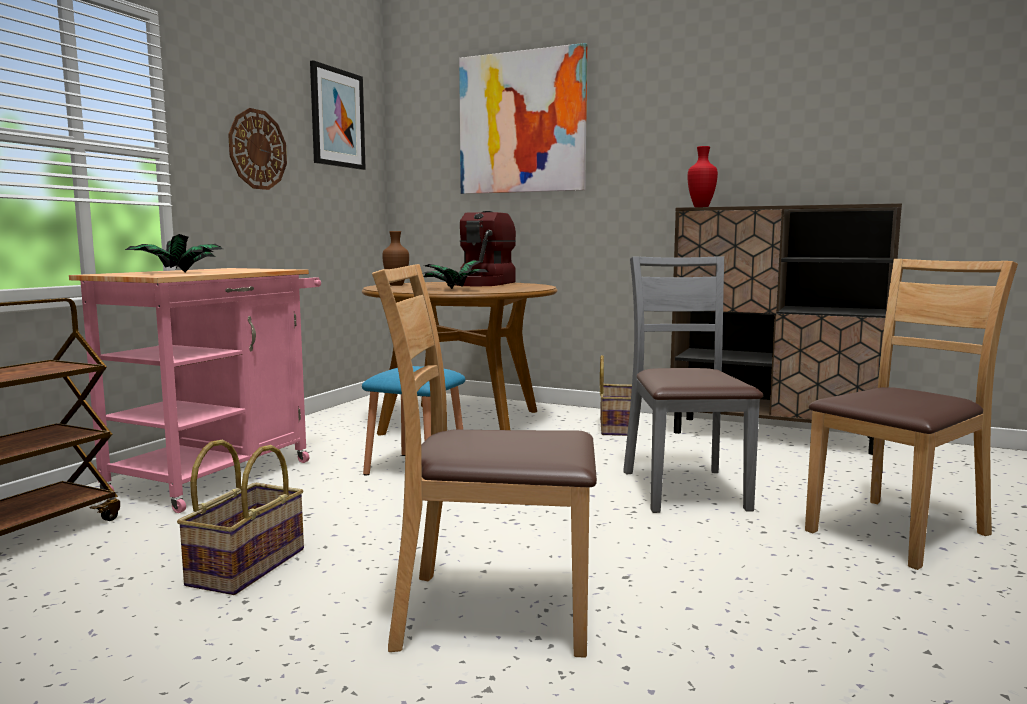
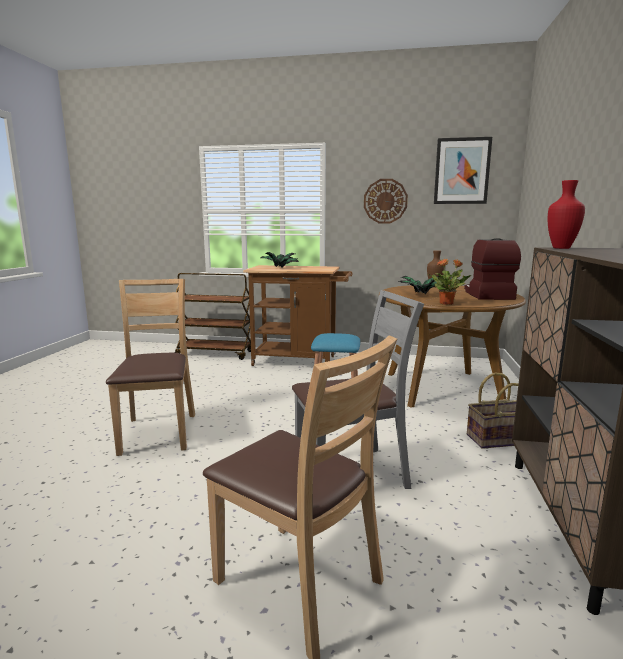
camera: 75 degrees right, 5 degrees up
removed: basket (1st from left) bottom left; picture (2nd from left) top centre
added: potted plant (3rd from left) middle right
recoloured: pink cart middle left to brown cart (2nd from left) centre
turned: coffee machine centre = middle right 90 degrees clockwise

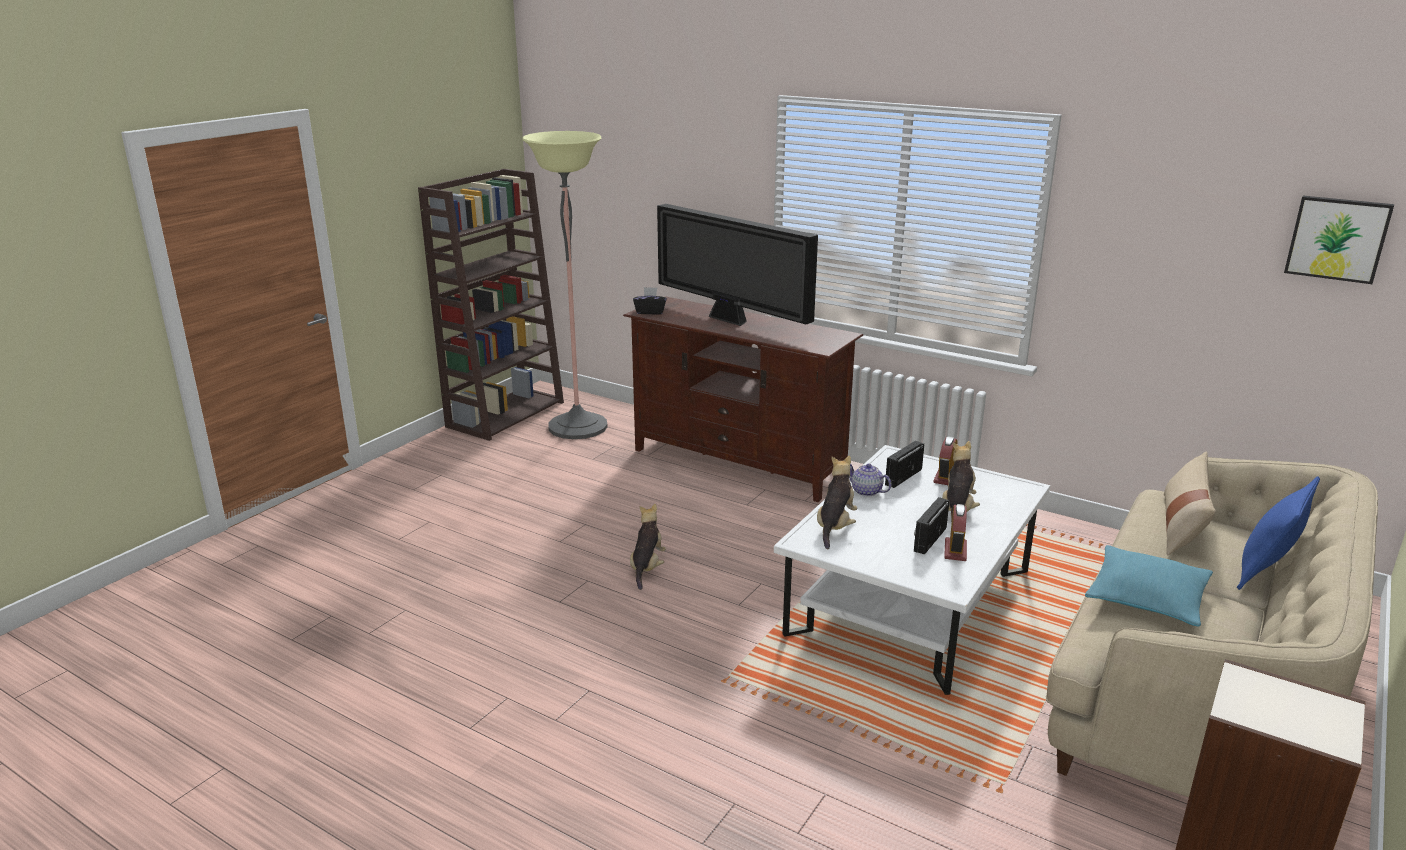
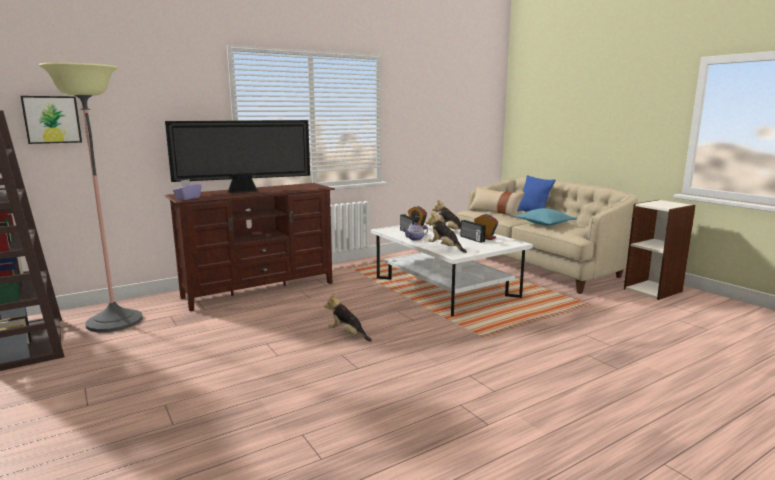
camera: 65 degrees left, 10 degrees down
moved: picture top right to top left
recoloured: black tissue box centre to purple tissue box middle left

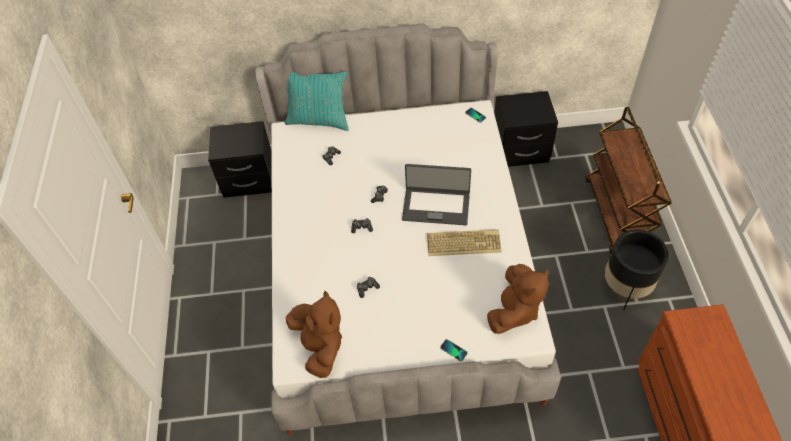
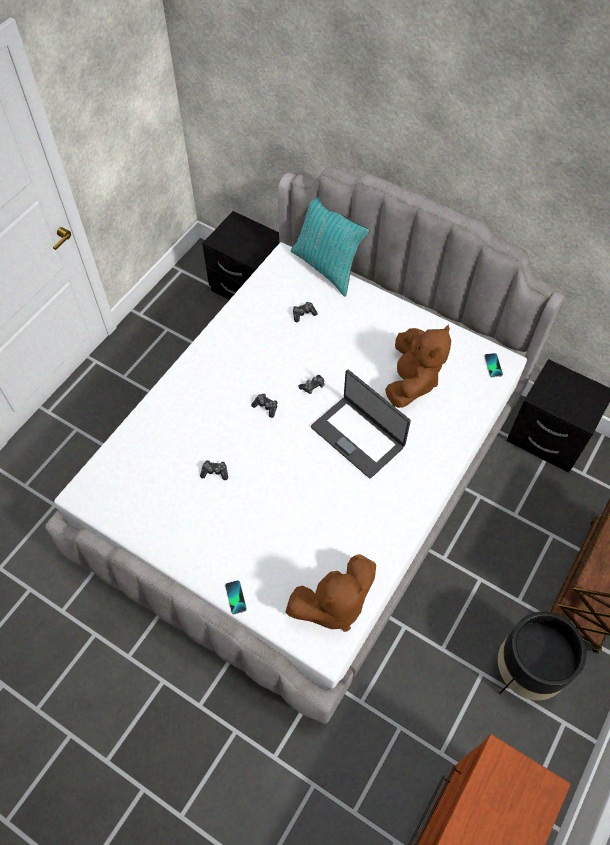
camera: 35 degrees right, 5 degrees up
removed: keyboard centre
moved: brown plush toy (1st from left in the first image) bottom centre to brown plush toy (2nd from left) middle right

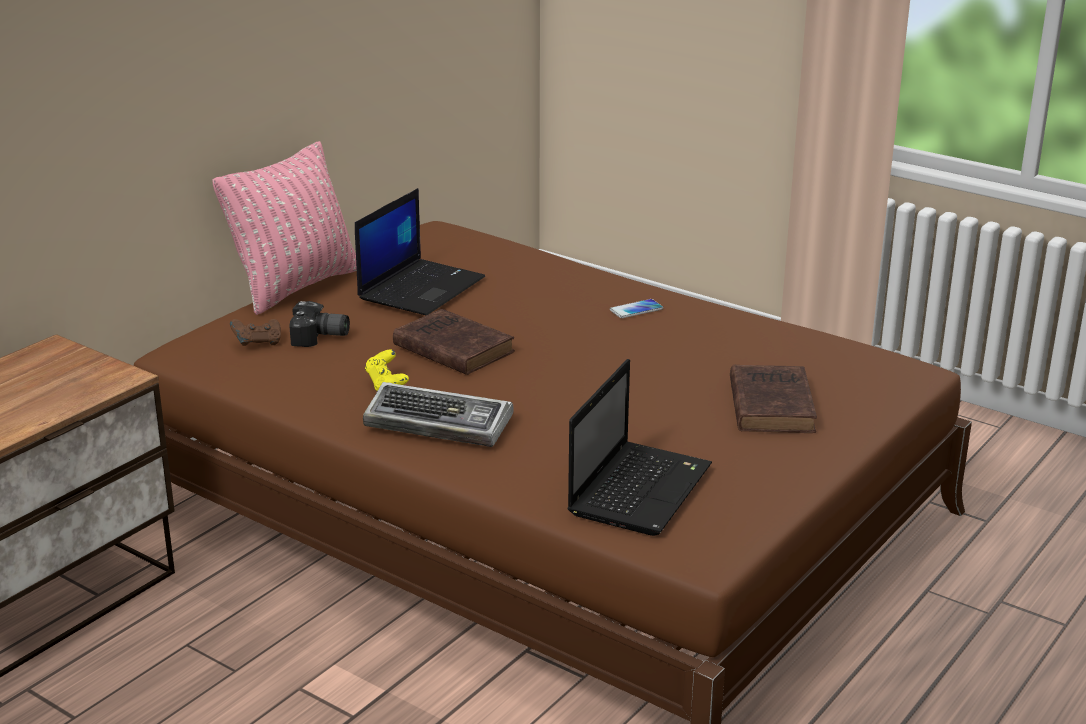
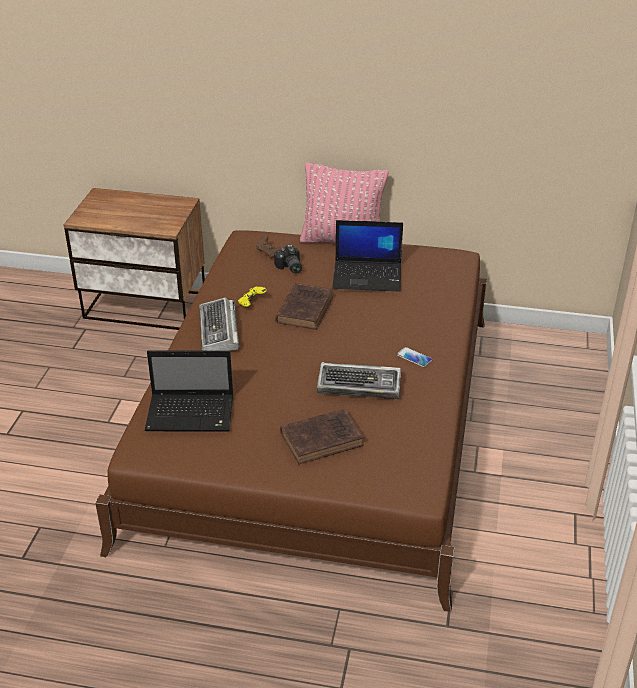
camera: 65 degrees right, 10 degrees up
added: keyboard (2nd from left) centre

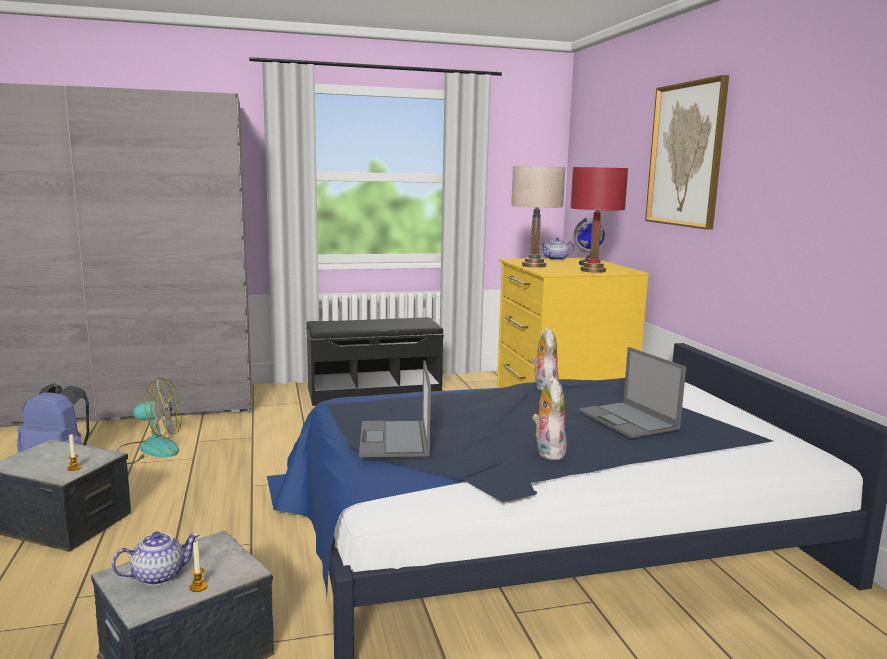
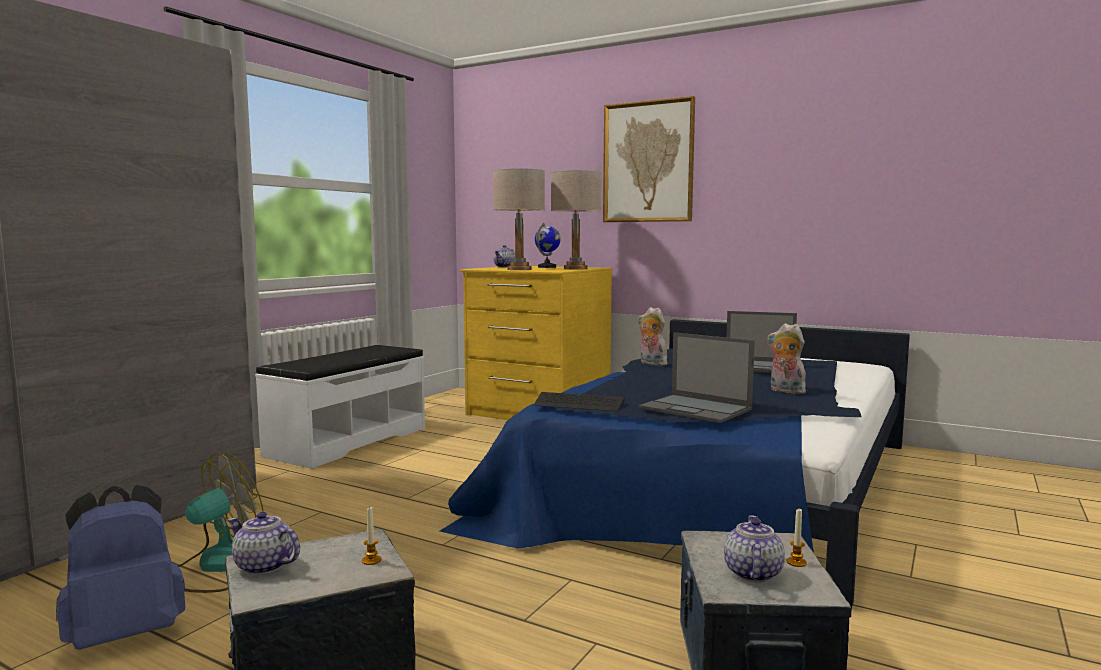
camera: 45 degrees left, 5 degrees down
added: teapot (1st from left) bottom left; keyboard centre
recoloured: black bench centre to white bench middle left; red table lamp middle right to beige table lamp (2nd from left) top centre

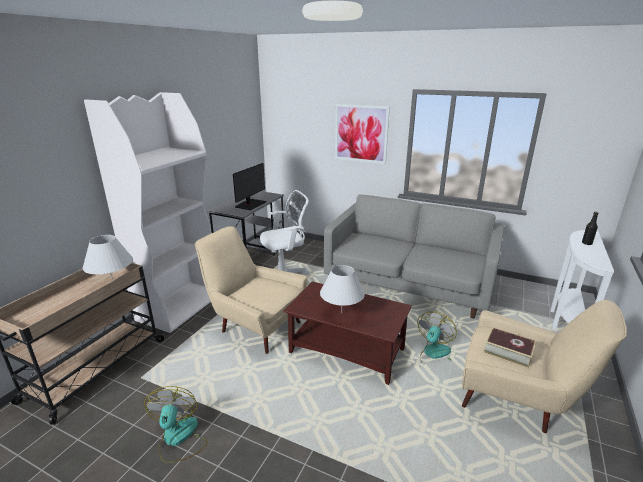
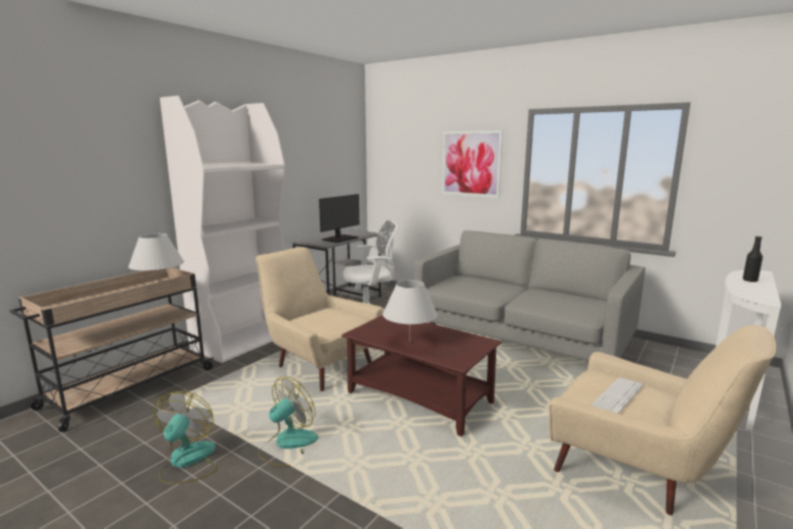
camera: 10 degrees right, 10 degrees down
moved: fan (2nd from left) bottom right to bottom centre
replaced: book bottom right to keyboard bottom right

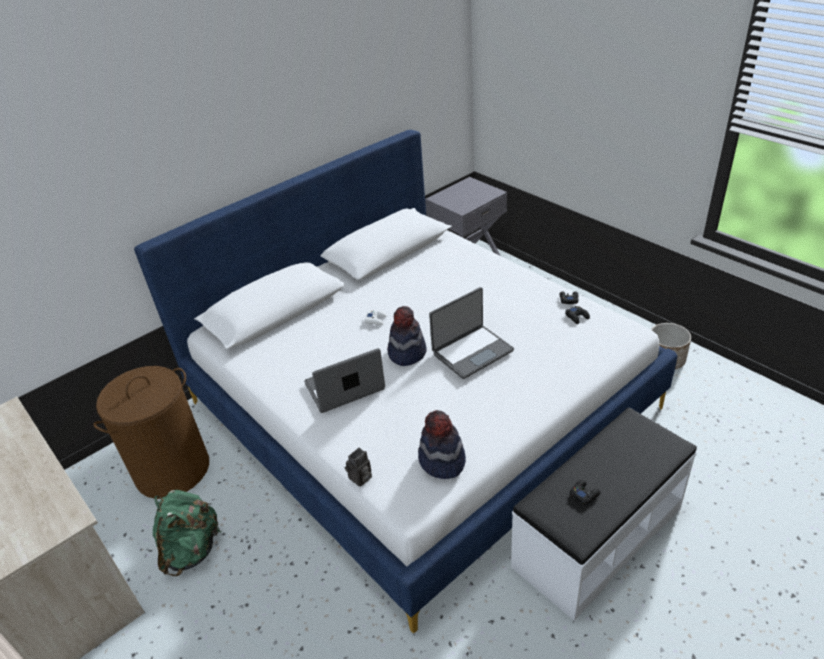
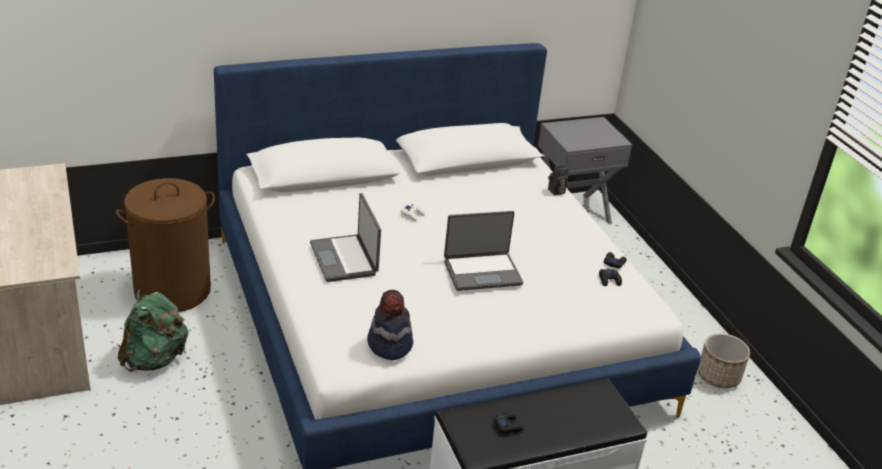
camera: 15 degrees right, 5 degrees down
removed: hat (1st from left) centre
moved: photo camera bottom centre to centre
turned: laptop (1st from left) centre = centre 105 degrees counterclockwise

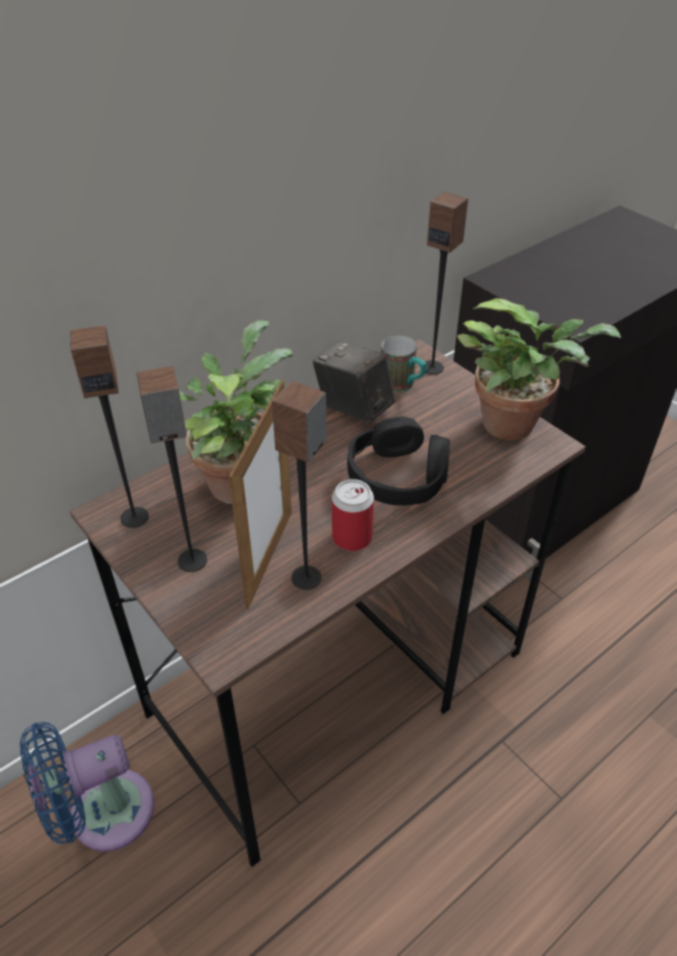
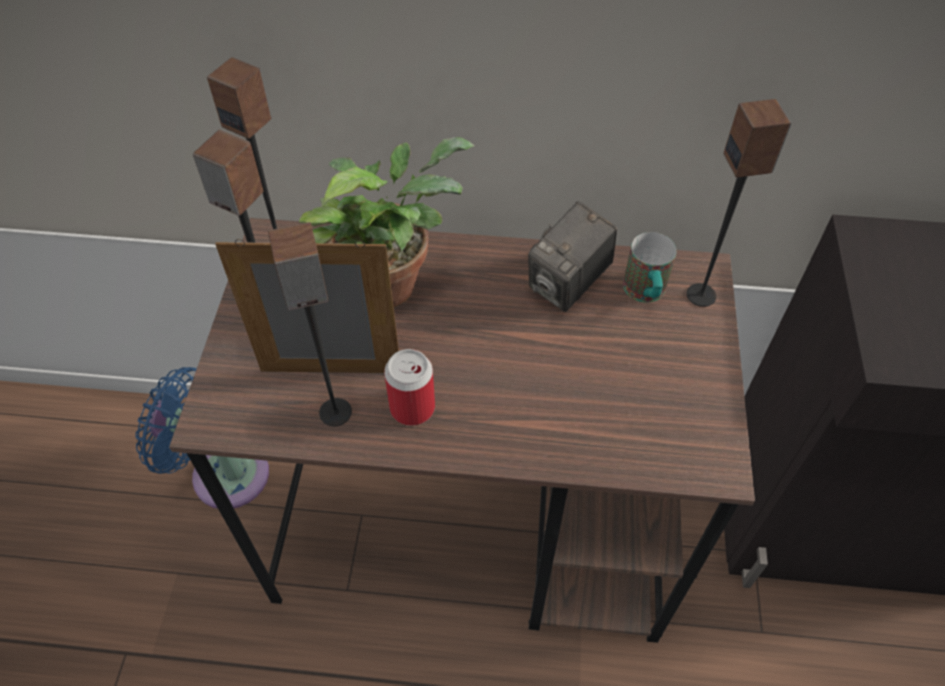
camera: 45 degrees right, 10 degrees up
removed: black headphones centre; potted plant (2nd from left) middle right
turned: picture frame centre = middle left 150 degrees counterclockwise; photo camera centre = centre 135 degrees counterclockwise

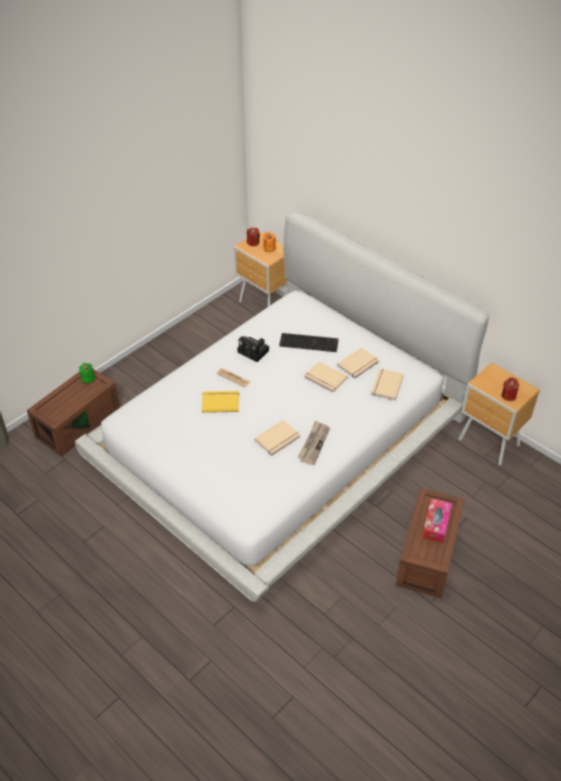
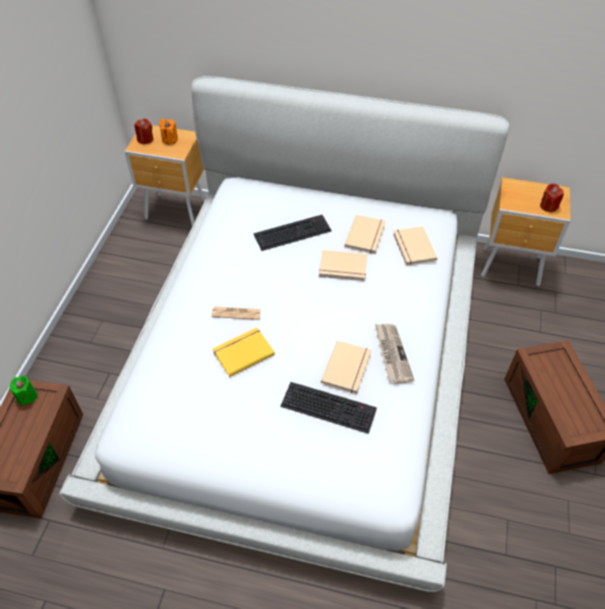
camera: 30 degrees left, 5 degrees up
removed: photo camera centre; tissue box middle right
added: keyboard (2nd from left) bottom centre

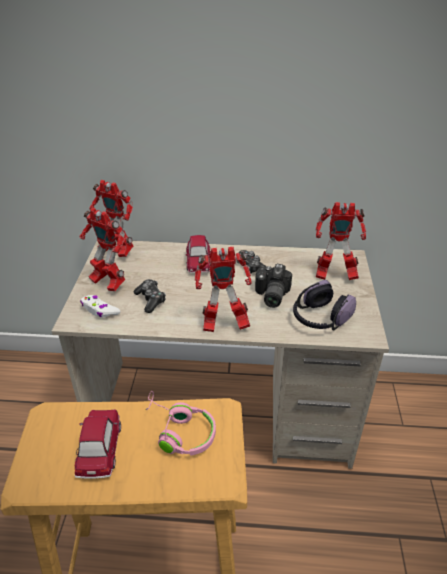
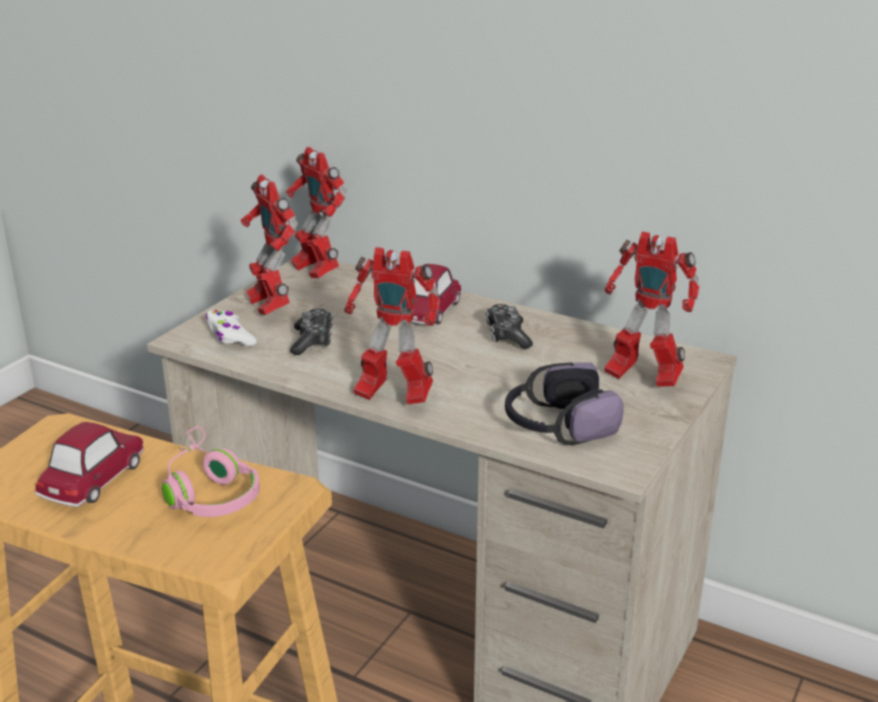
camera: 25 degrees right, 10 degrees down
removed: photo camera centre

